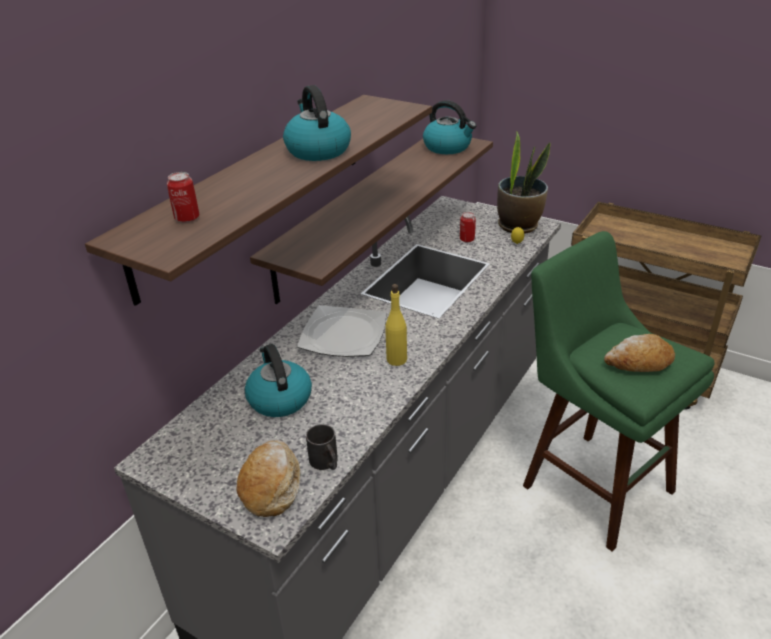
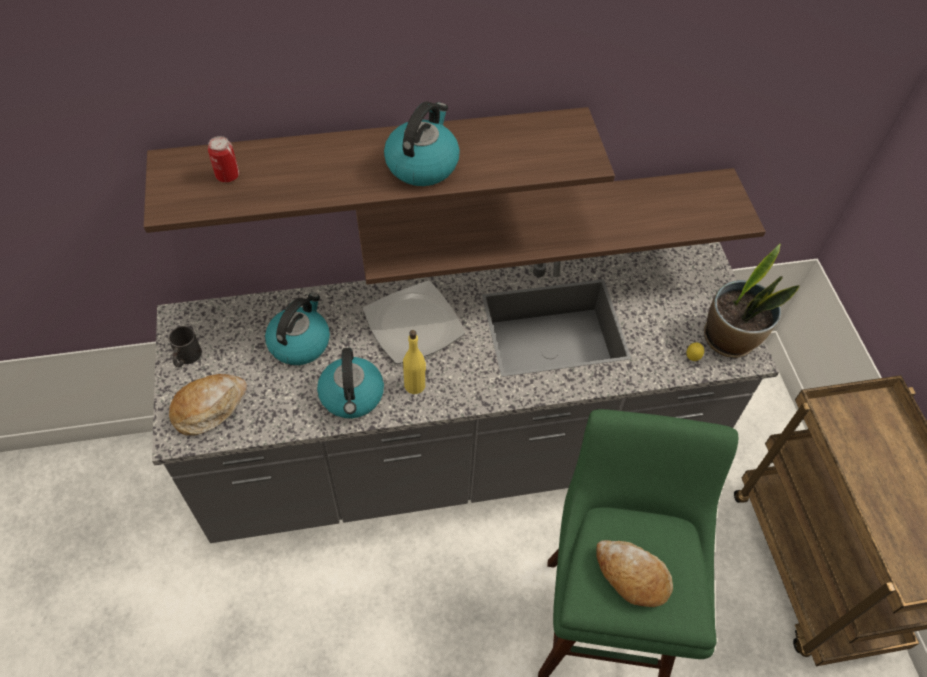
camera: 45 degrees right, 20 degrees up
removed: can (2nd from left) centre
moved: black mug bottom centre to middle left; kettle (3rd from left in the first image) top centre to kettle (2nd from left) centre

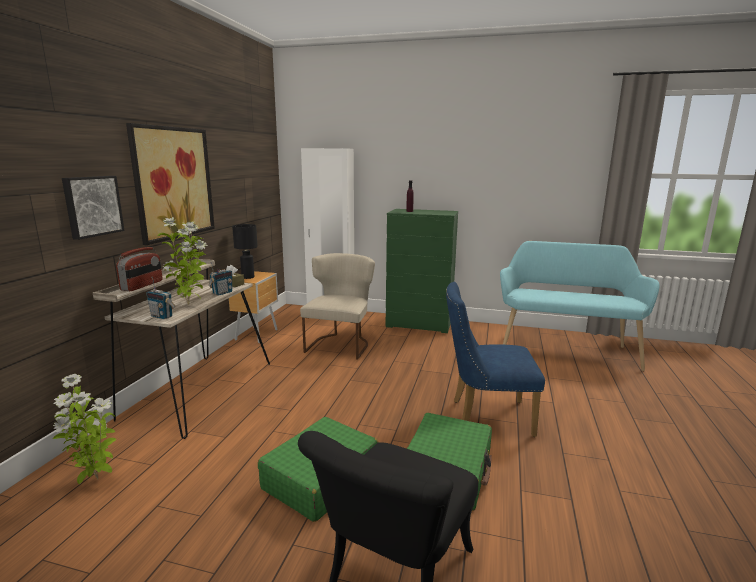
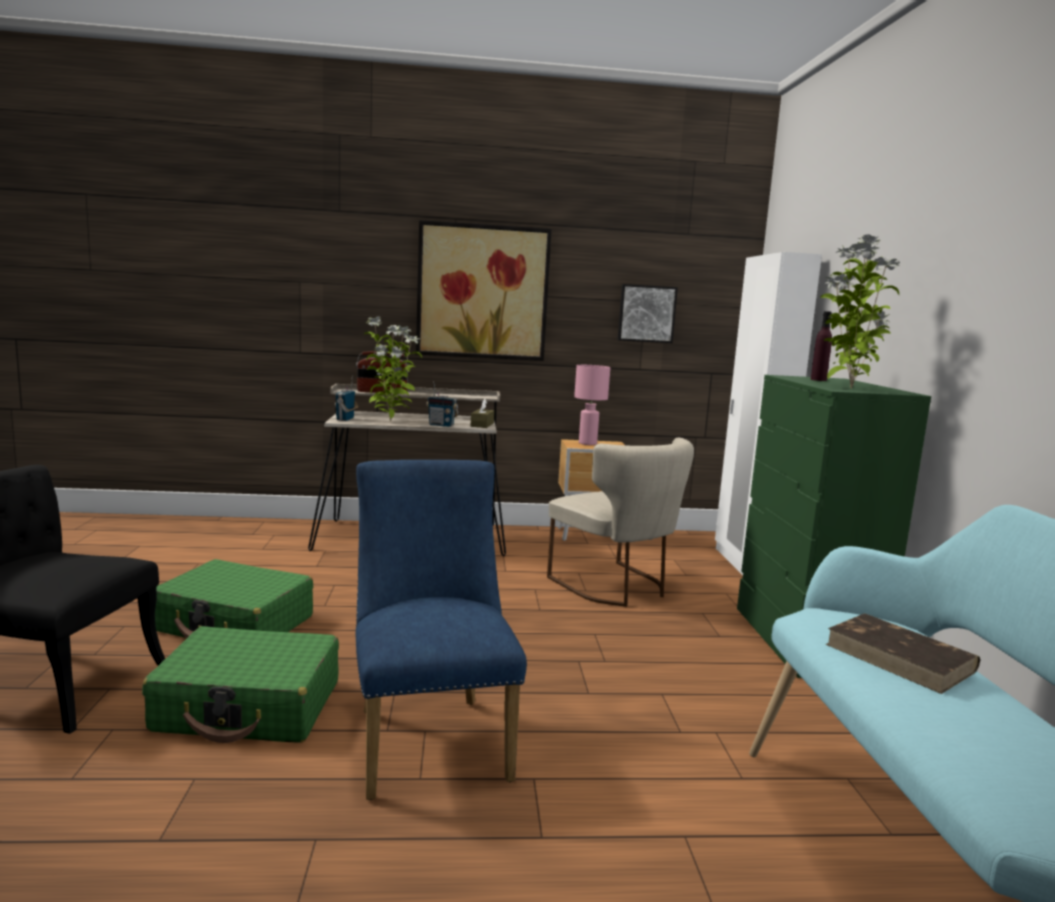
camera: 70 degrees right, 5 degrees down
added: brown book bottom right
moved: potted plant (1st from left in the first image) bottom left to potted plant (2nd from left) middle right; picture (1st from left in the first image) middle left to picture (2nd from left) centre
recoloured: black table lamp middle left to pink table lamp centre
turned: beige chair centre = centre 60 degrees clockwise

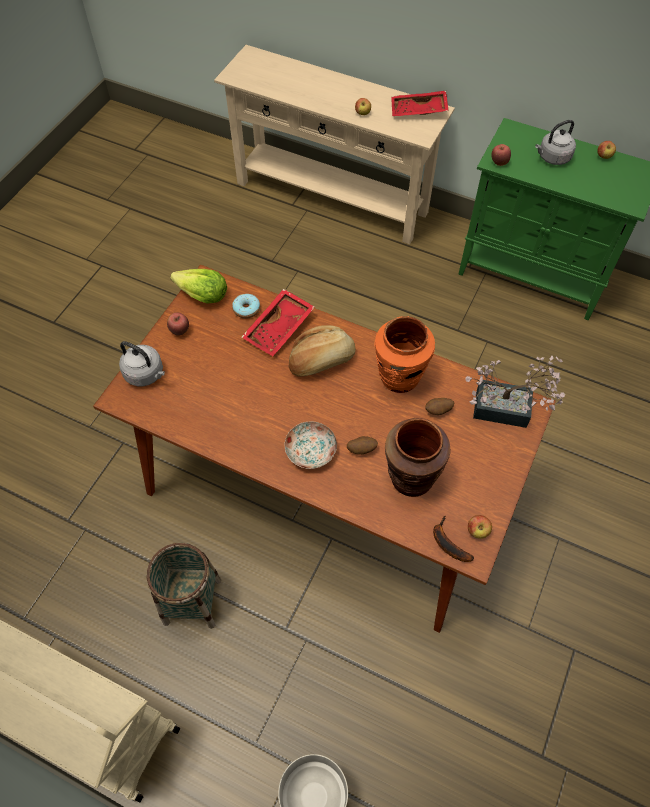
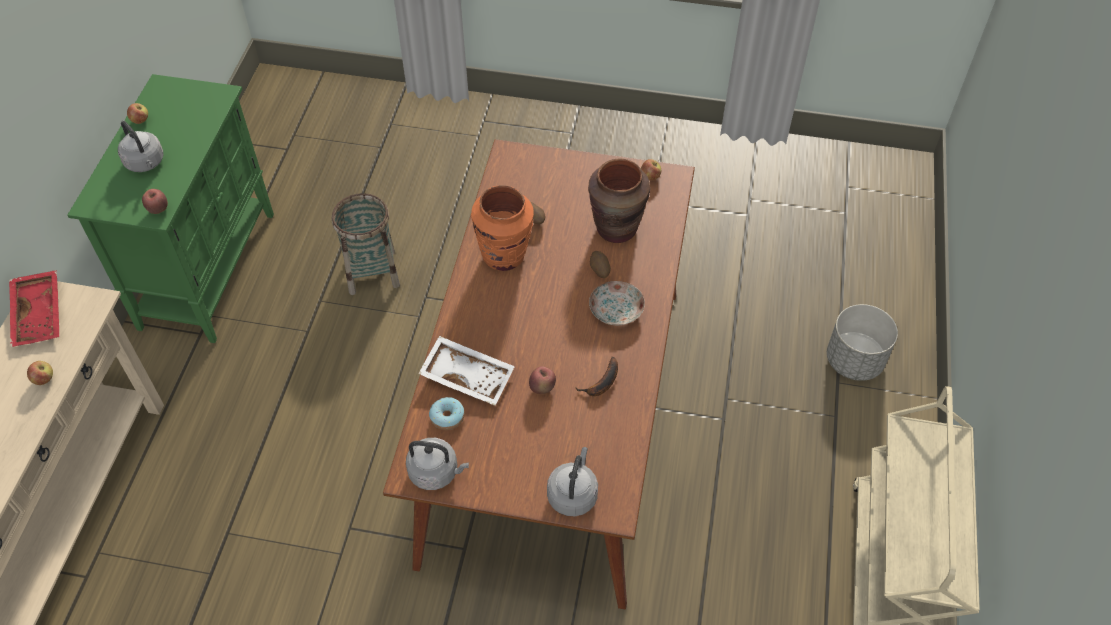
camera: 105 degrees left, 5 degrees down
removed: bread centre; potted plant middle right
moved: basket bottom left to middle left; apple (1st from left in the first image) middle left to apple (4th from left) centre; banana bottom right to centre
replaced: lettuce middle left to grey kettle (2nd from left) bottom centre
recoloured: red tray (1st from left) centre to white tray centre

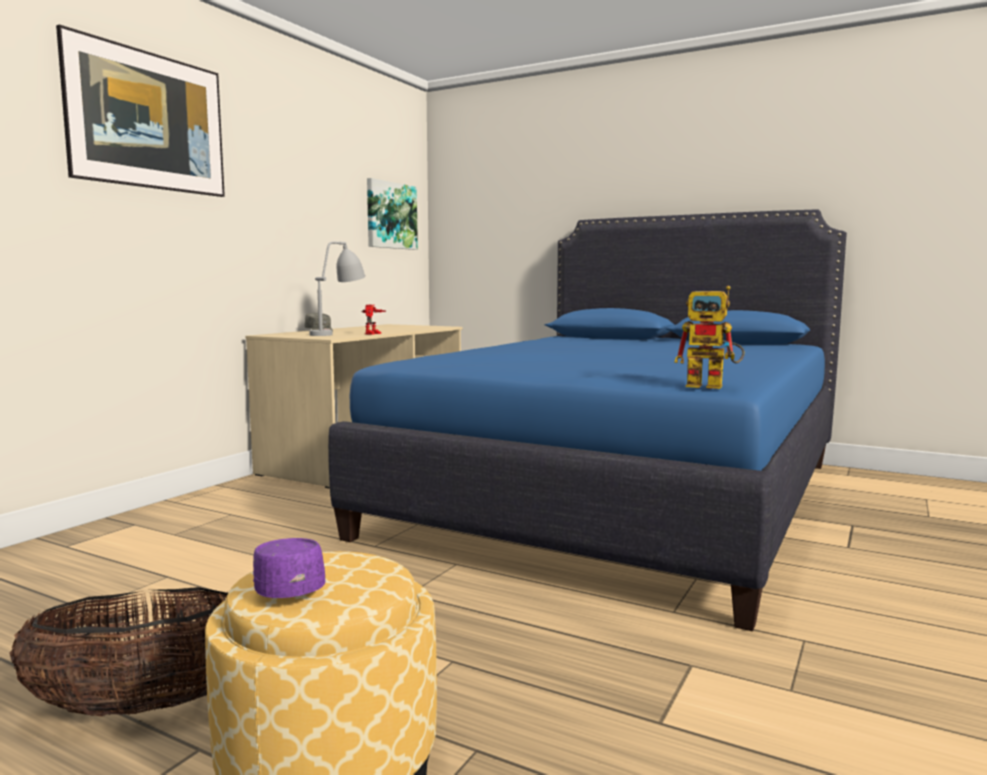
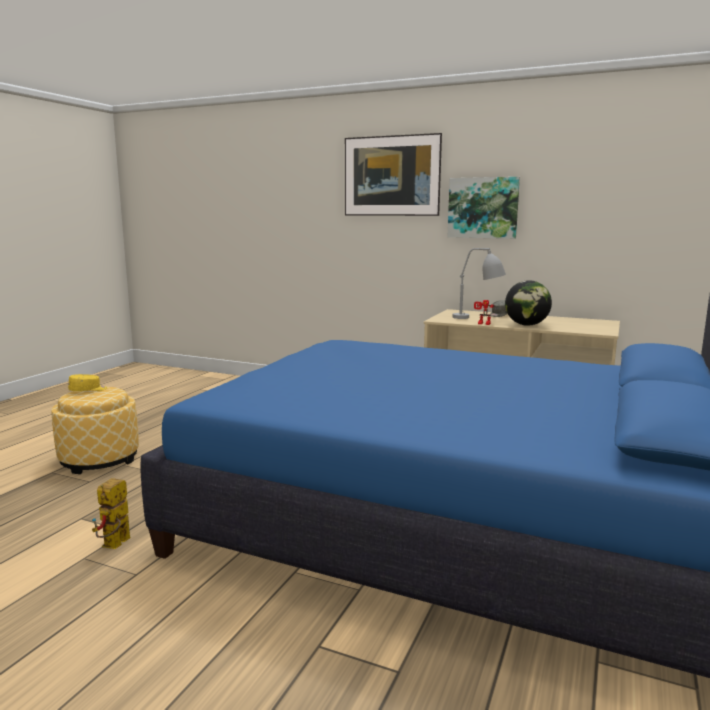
camera: 85 degrees right, 5 degrees up
removed: basket bottom left
added: globe middle right
moved: picture (2nd from left) top centre to top right; toy robot (2nd from left in the first image) middle right to toy robot (1st from left) bottom left
recoloured: purple cap bottom left to yellow cap middle left

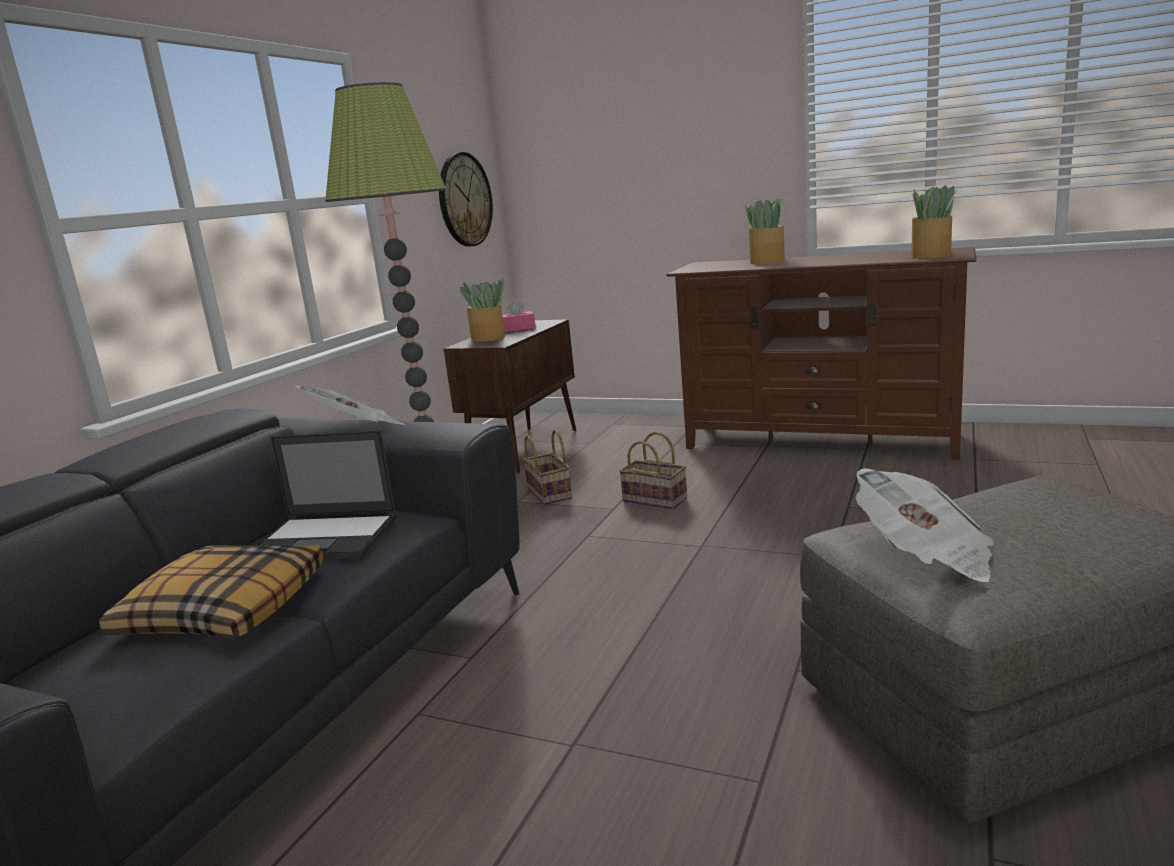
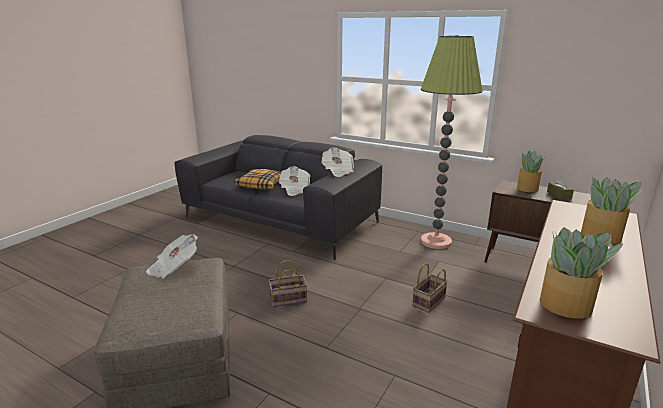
camera: 95 degrees right, 5 degrees up
removed: wall clock top centre
moved: basket (1st from left) centre to bottom centre
replaced: laptop middle left to newspaper (2nd from left) centre
recoloured: pink tissue box centre to brown tissue box middle right

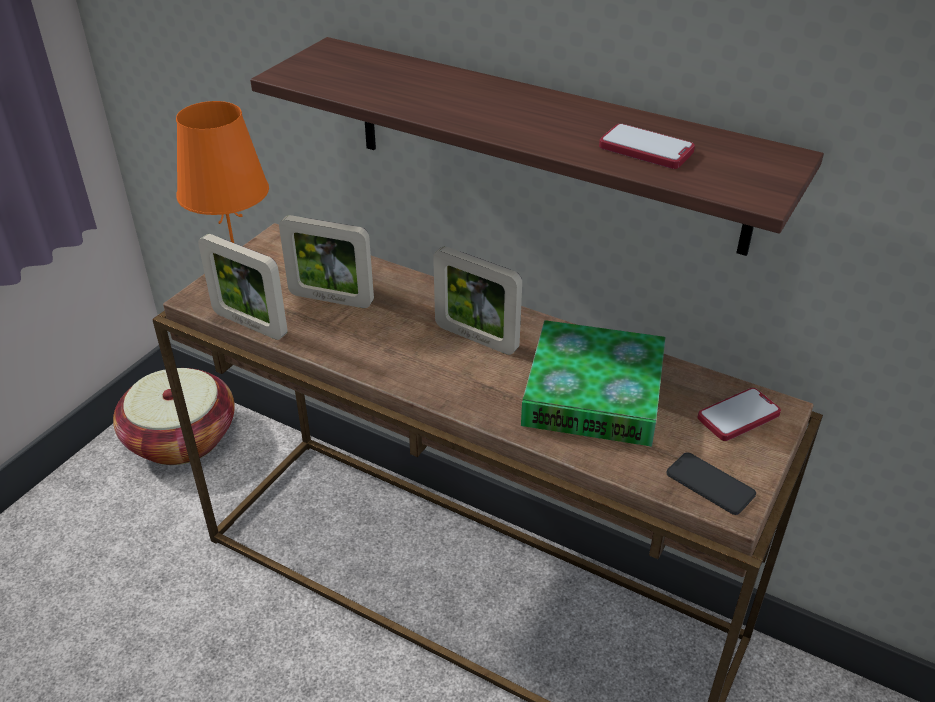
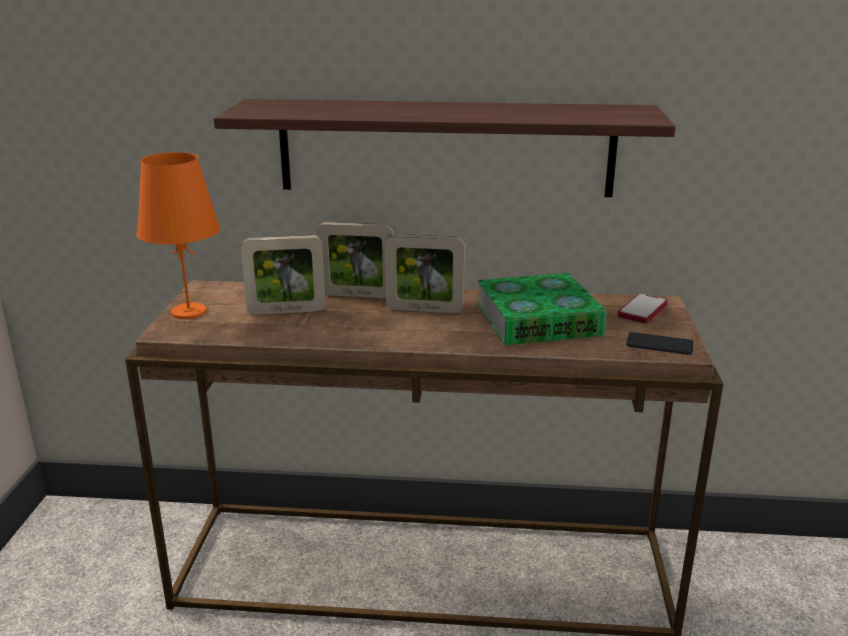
camera: 25 degrees left, 15 degrees down
removed: basket middle left; phone (1st from left) top right
moved: picture frame (1st from left in the first image) middle left to picture frame (2nd from left) centre

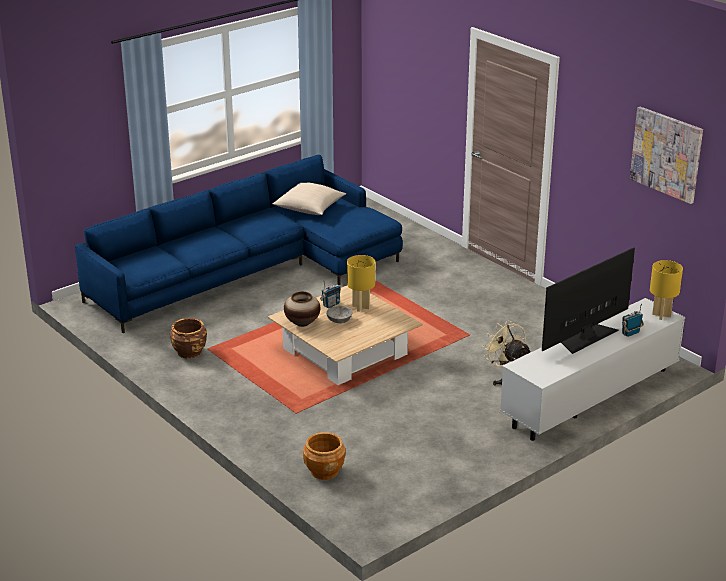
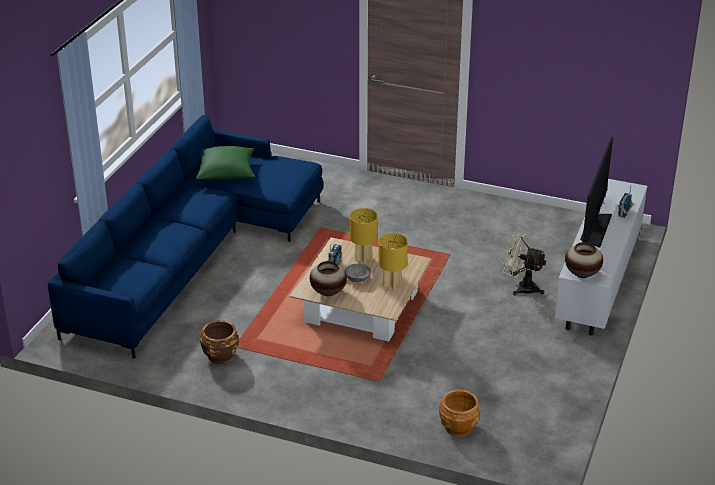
camera: 30 degrees left, 5 degrees up
removed: picture top right
added: vase (2nd from left) middle right
moved: yellow table lamp (2nd from left) middle right to centre
recoloured: beige pillow centre to green pillow middle left

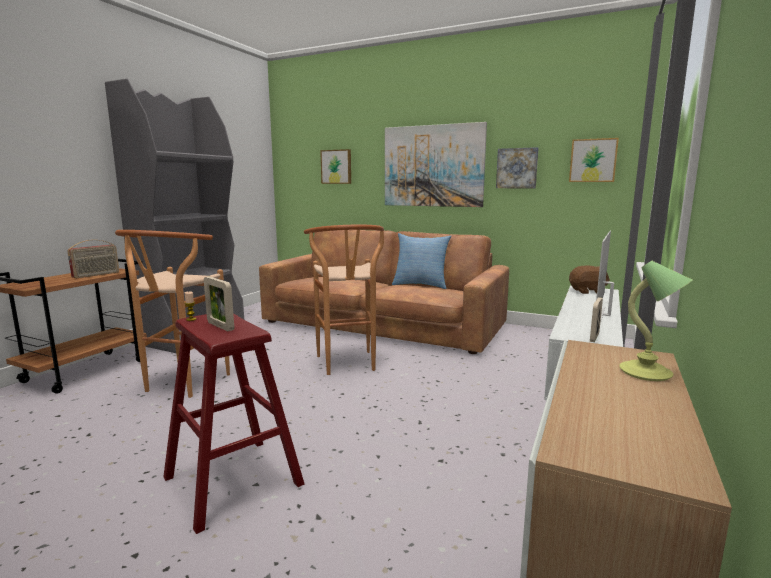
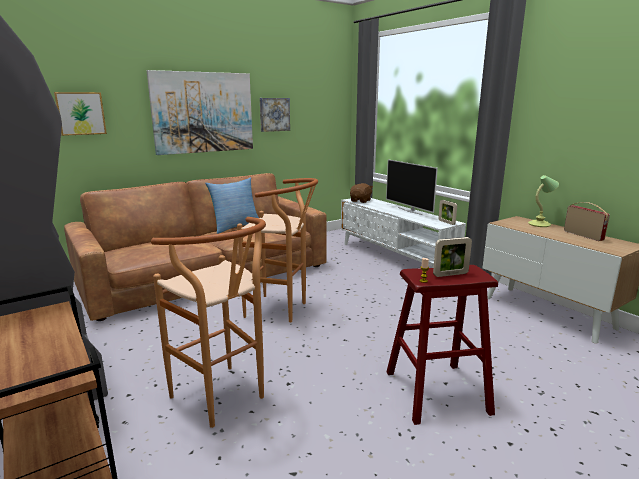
camera: 60 degrees left, 5 degrees up
removed: picture (4th from left) top right
moved: radio middle left to middle right

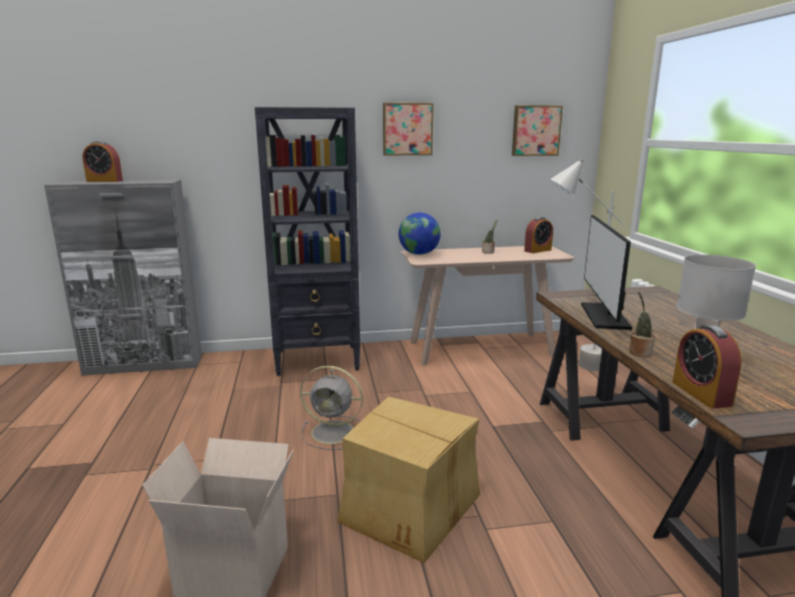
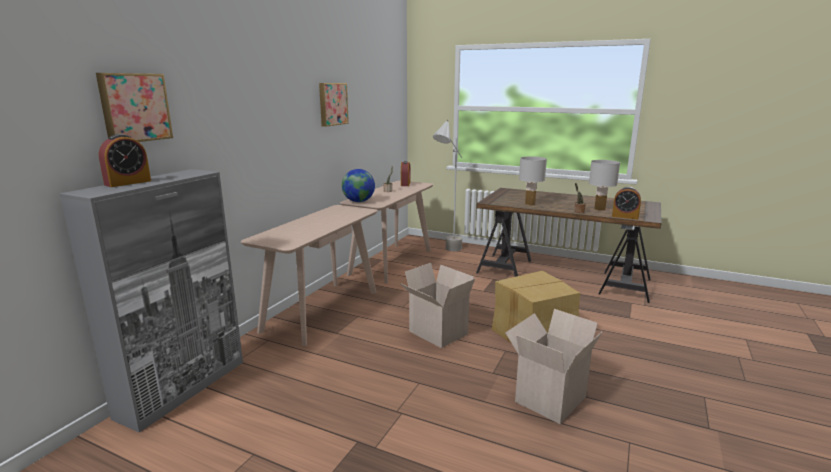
camera: 55 degrees left, 0 degrees up
moved: picture (2nd from left in the first image) top right to picture (1st from left) top left
replaced: black bookcase centre to beige console table (1st from left) centre; grey fan bottom centre to cardboard box (1st from left) centre; monitor middle right to white table lamp (1st from left) centre

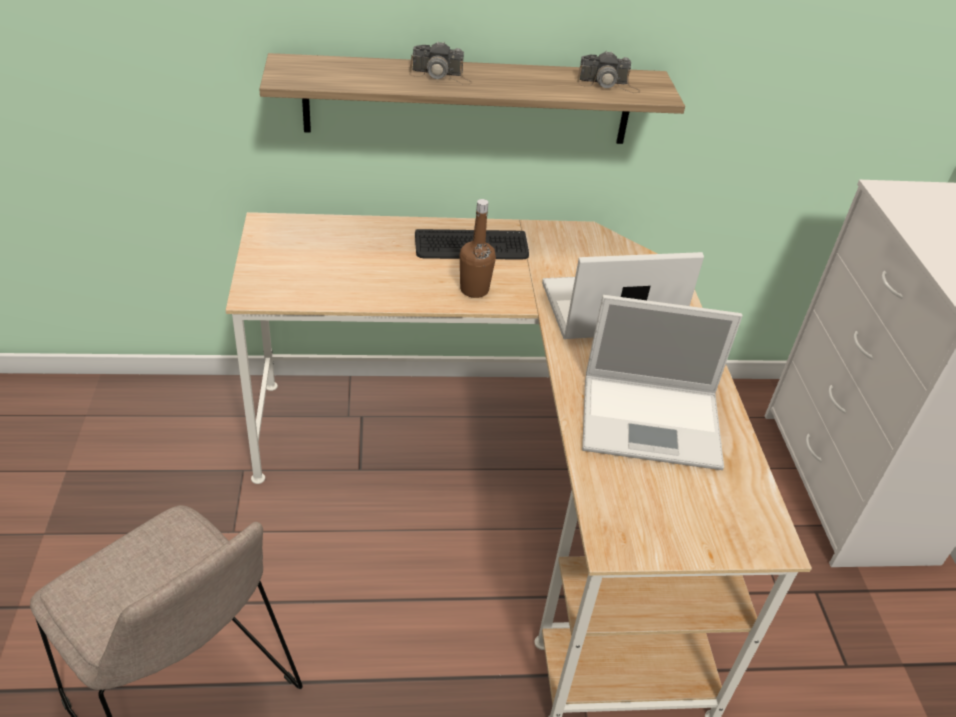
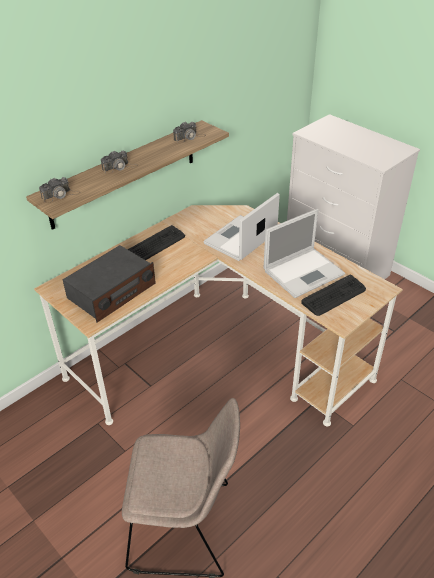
camera: 35 degrees left, 0 degrees up
removed: brown bottle centre
added: photo camera (1st from left) top left; radio middle left; keyboard (2nd from left) middle right

